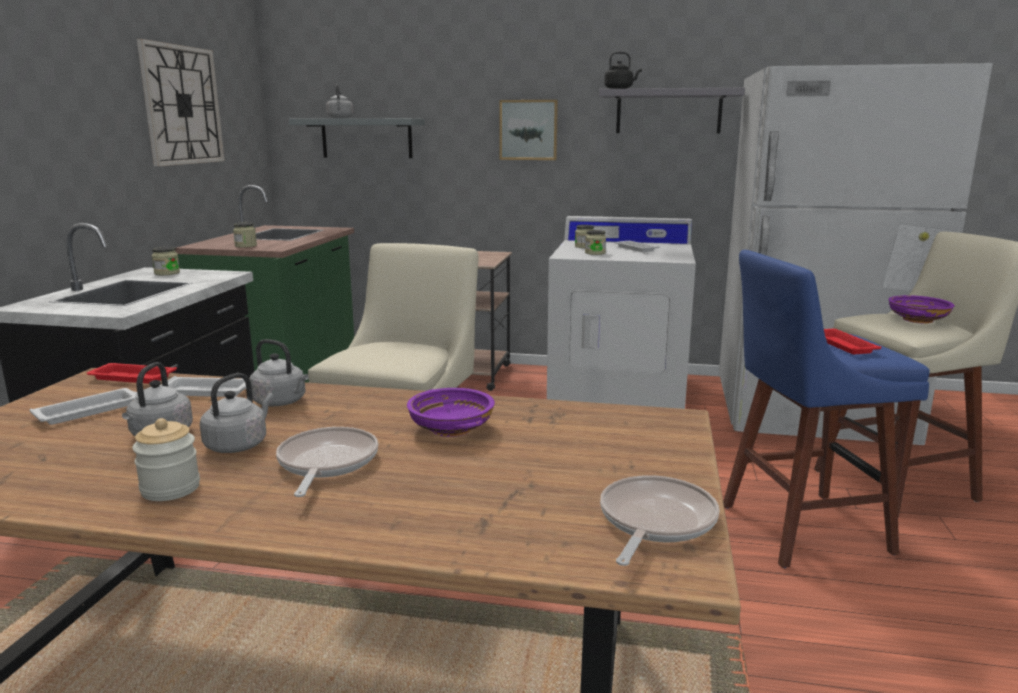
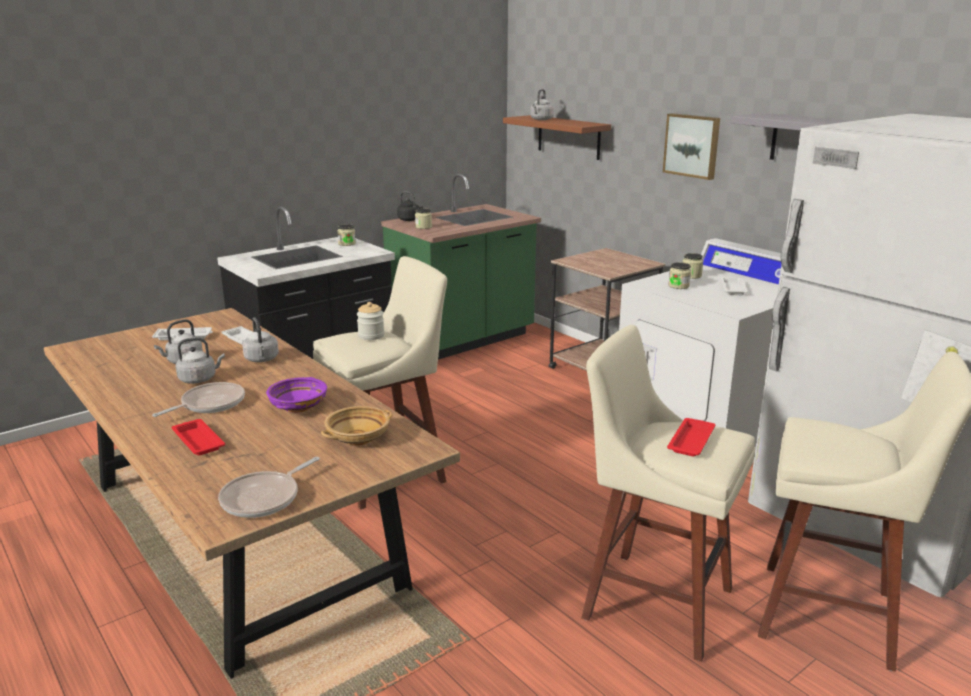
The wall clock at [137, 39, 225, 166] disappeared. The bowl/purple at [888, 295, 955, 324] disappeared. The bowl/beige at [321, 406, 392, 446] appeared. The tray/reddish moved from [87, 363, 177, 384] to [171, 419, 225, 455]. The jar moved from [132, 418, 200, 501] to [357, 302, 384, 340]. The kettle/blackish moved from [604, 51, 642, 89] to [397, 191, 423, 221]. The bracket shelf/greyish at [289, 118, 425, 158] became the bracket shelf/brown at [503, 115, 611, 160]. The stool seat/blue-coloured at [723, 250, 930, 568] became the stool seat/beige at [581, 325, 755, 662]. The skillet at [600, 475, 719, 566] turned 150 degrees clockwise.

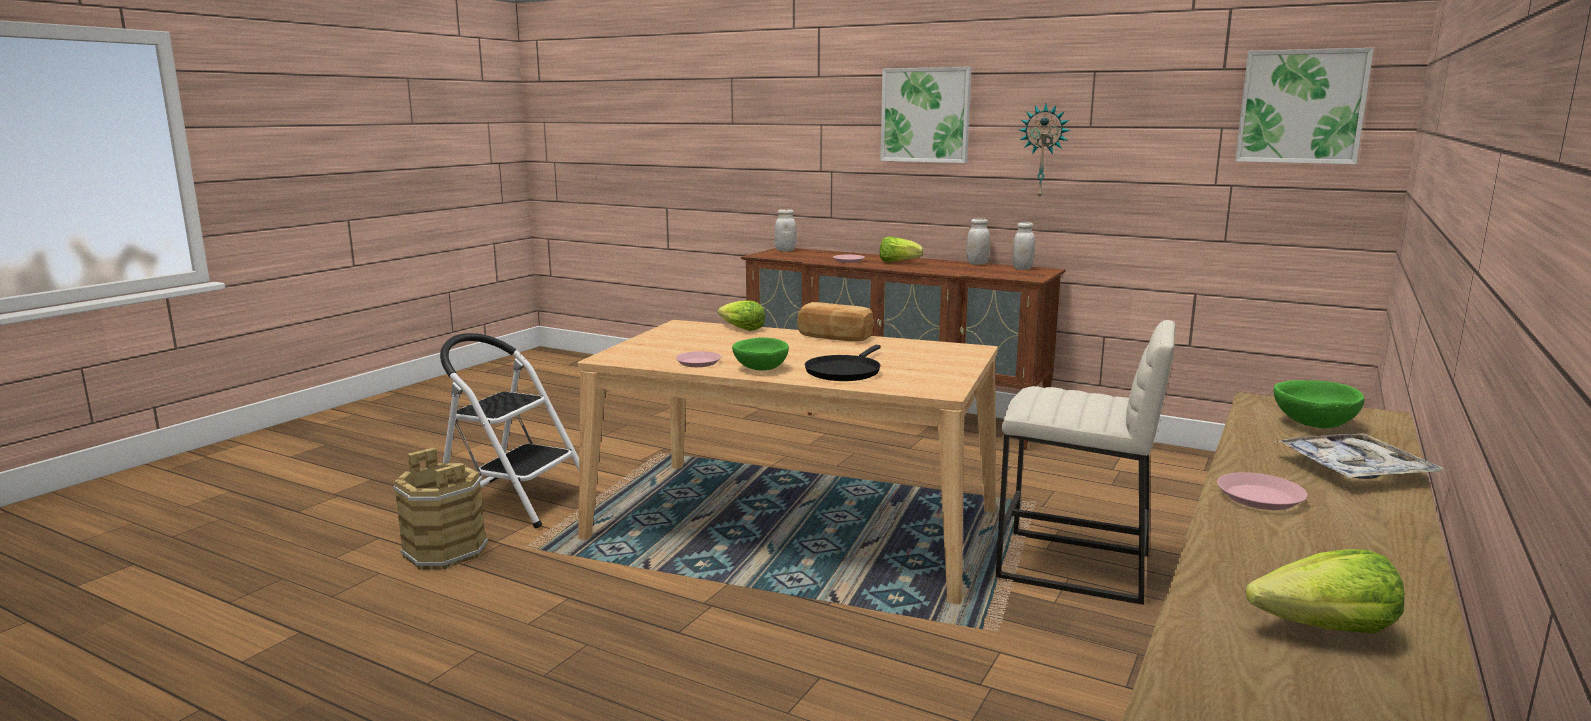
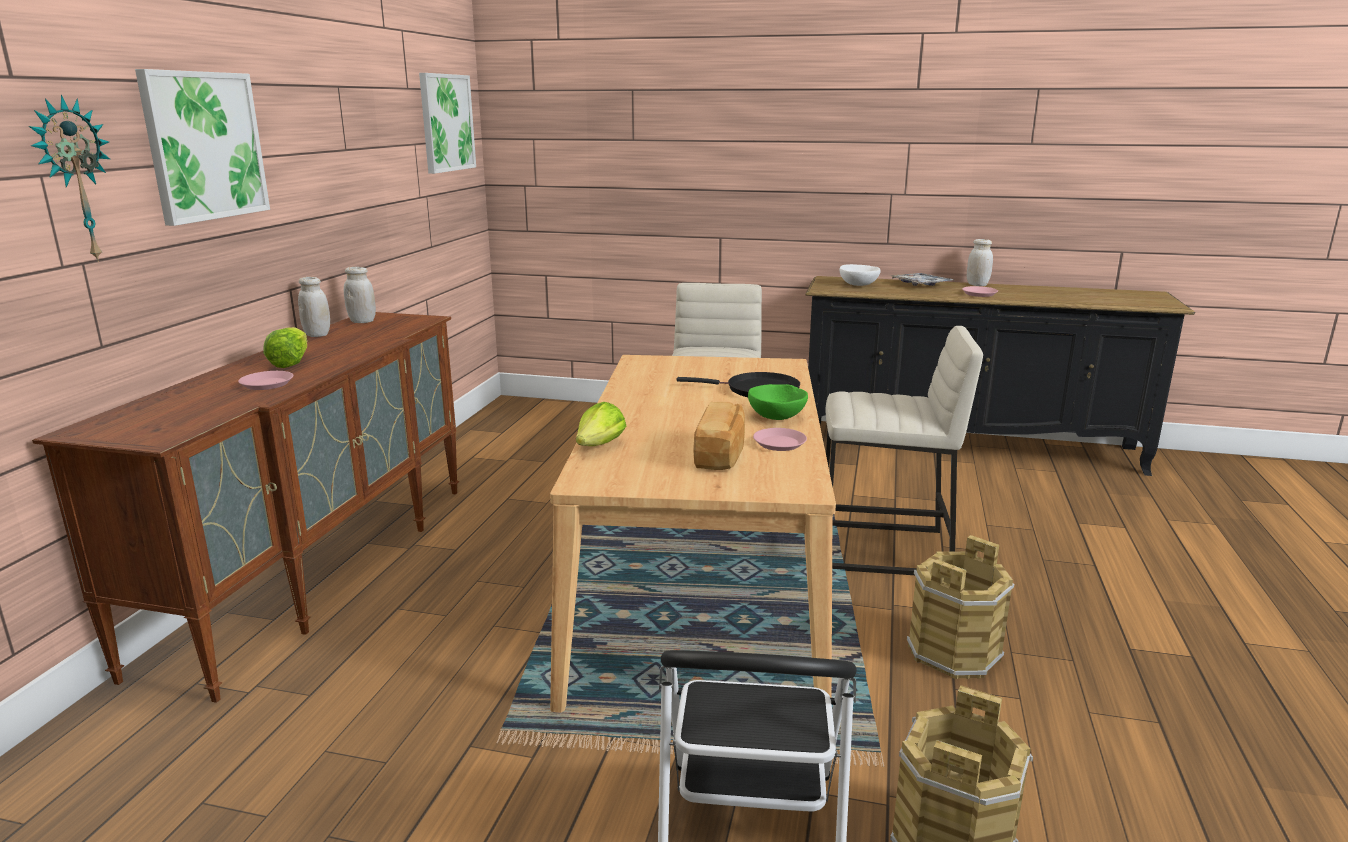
The lettuce at [1246, 549, 1404, 633] disappeared. The stool seat/beige at [825, 326, 983, 575] appeared. The bucket/brown at [907, 535, 1014, 679] appeared. The jar/white moved from [774, 209, 797, 252] to [967, 239, 993, 286]. The bakery bread moved from [797, 302, 874, 341] to [693, 402, 745, 470]. The wall clock moved from [1019, 104, 1071, 199] to [29, 95, 110, 262]. The bowl/green-coloured at [1274, 380, 1364, 428] became the bowl/white at [840, 264, 881, 286].

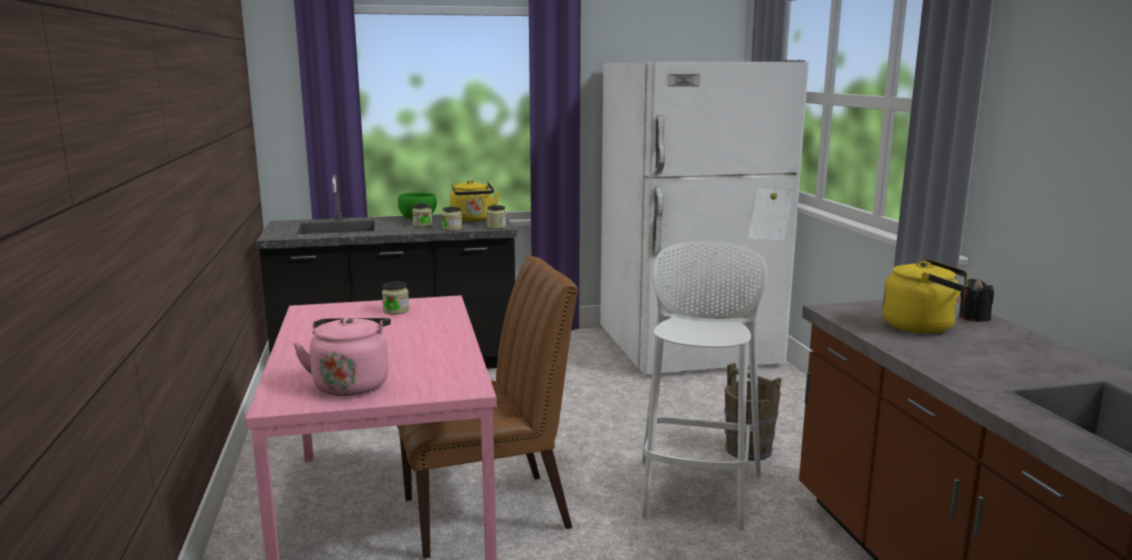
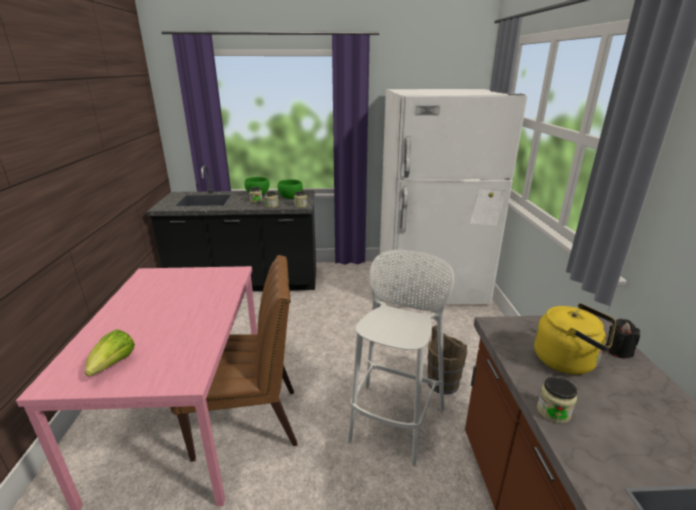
The jar moved from [382, 282, 409, 314] to [537, 377, 577, 424]. The kettle/pink-coloured at [293, 317, 391, 396] was replaced by the lettuce at [85, 329, 135, 376]. The kettle/yellow-coloured at [450, 180, 499, 222] was replaced by the bowl/green-coloured at [278, 179, 303, 199].

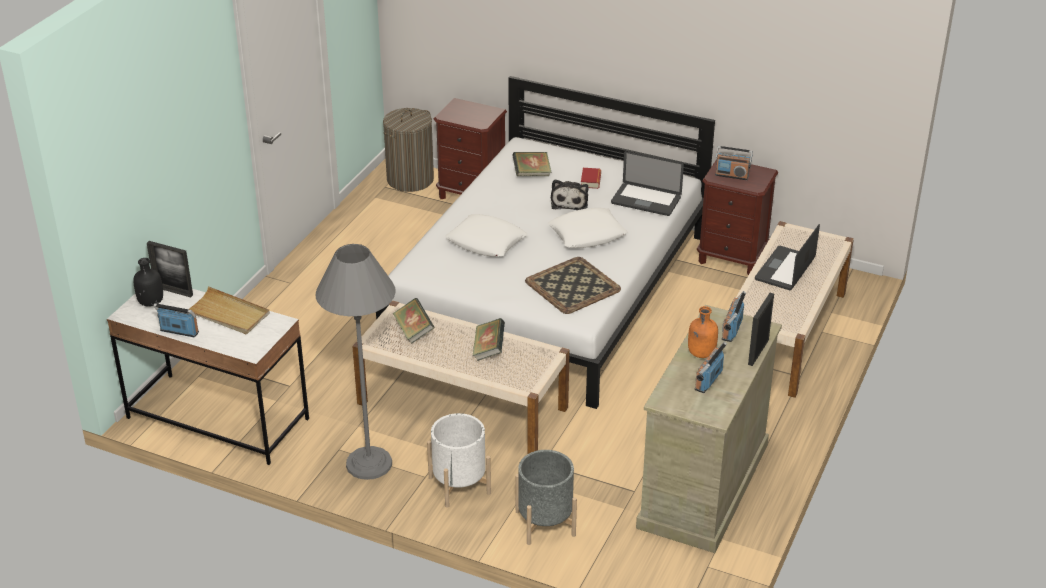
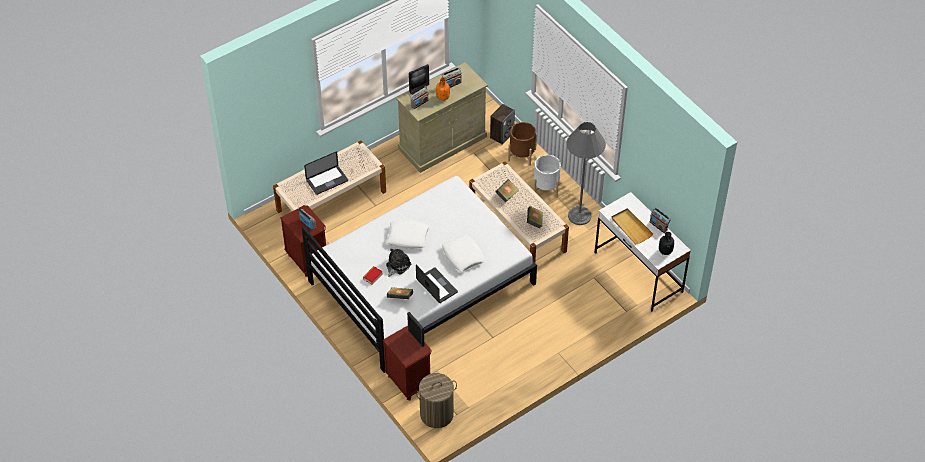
The tray at [525, 257, 621, 314] disappeared. The speaker at [490, 104, 515, 145] appeared. The standing frame moved from [147, 241, 193, 297] to [407, 312, 424, 347]. The laptop moved from [611, 151, 684, 216] to [416, 265, 458, 303]. The plant pot/greyish at [515, 450, 577, 545] became the plant pot/brown at [508, 122, 537, 166].

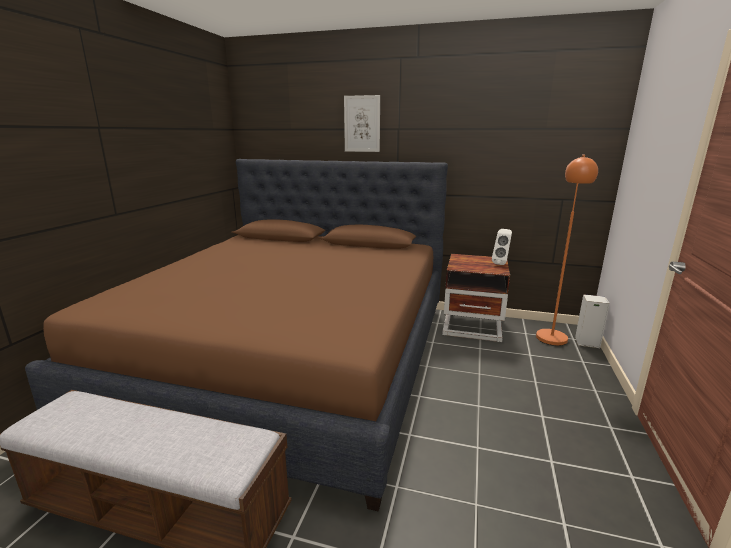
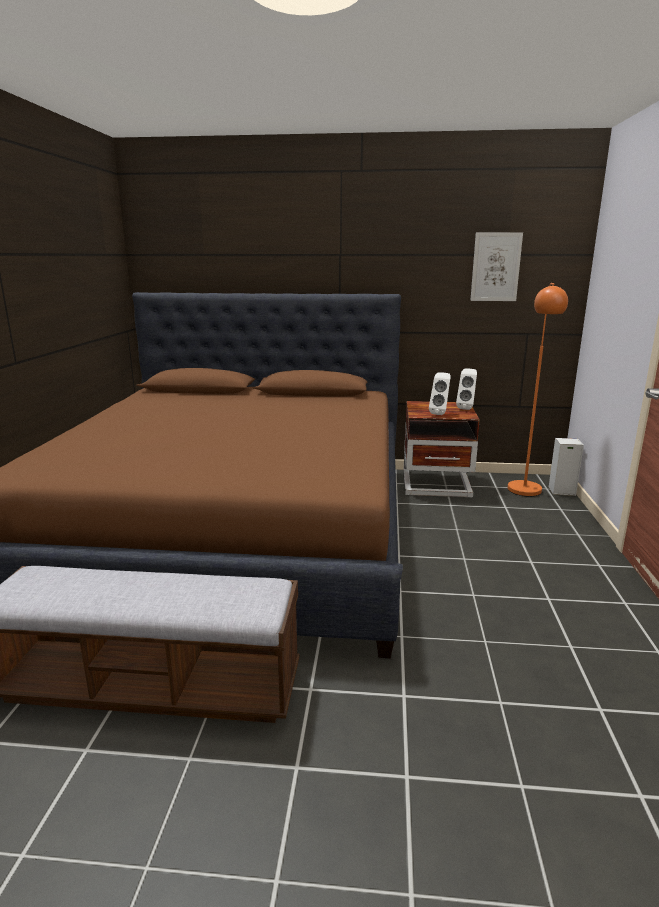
The speaker/white at [429, 372, 451, 415] appeared. The picture moved from [344, 95, 380, 152] to [470, 232, 523, 301].

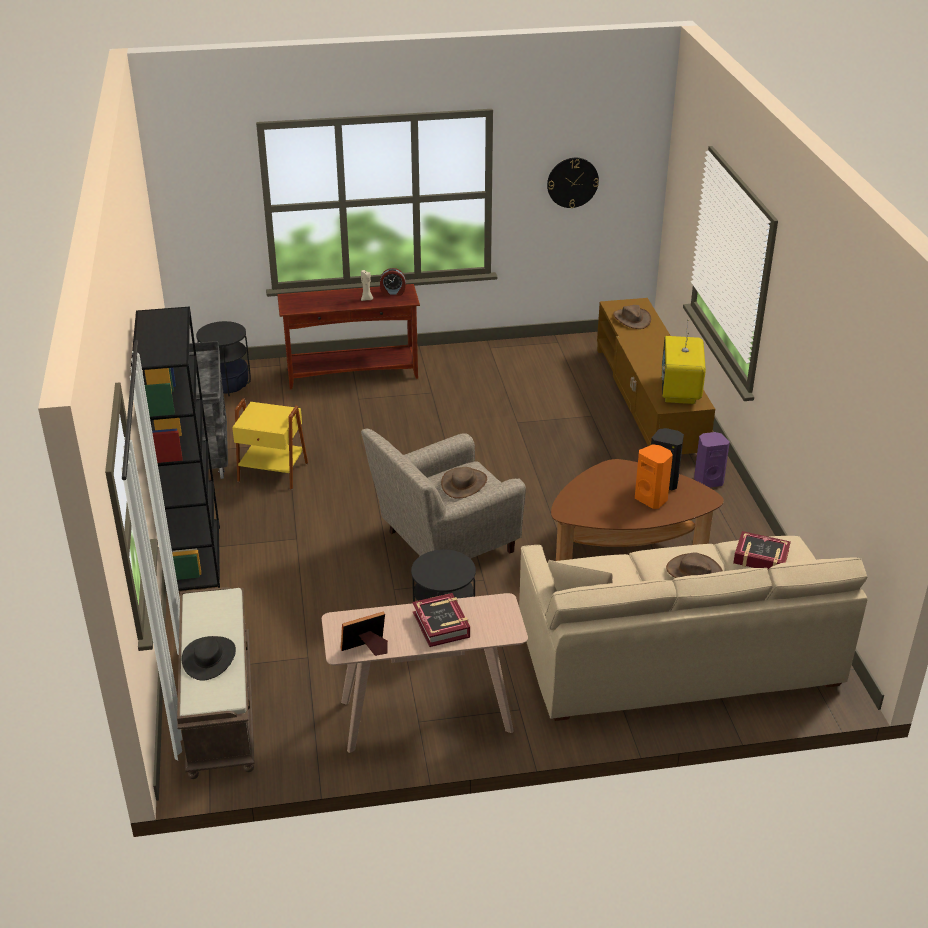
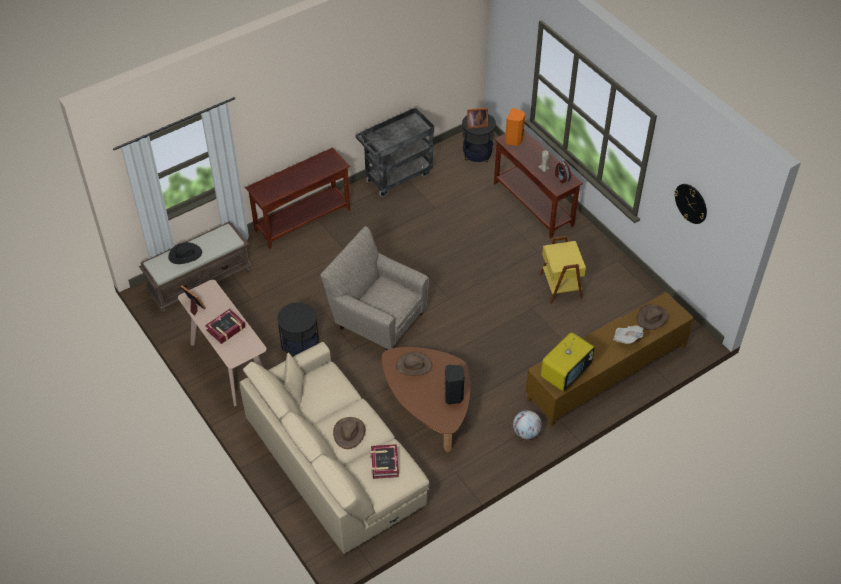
The standing frame at [467, 108, 488, 129] appeared. The newspaper at [613, 325, 644, 344] appeared. The accent table/yellow-coloured moved from [232, 399, 308, 490] to [540, 236, 586, 304]. The hat/brown moved from [441, 467, 487, 499] to [396, 351, 432, 376]. The speaker/orangey moved from [635, 444, 673, 509] to [505, 108, 525, 146]. The bookshelf/blackish at [131, 307, 220, 591] was replaced by the console table/brown at [245, 147, 350, 249]. The speaker/purple at [694, 432, 730, 488] was replaced by the world globe at [513, 410, 542, 439]. The TV set at [661, 319, 706, 404] turned 150 degrees clockwise.

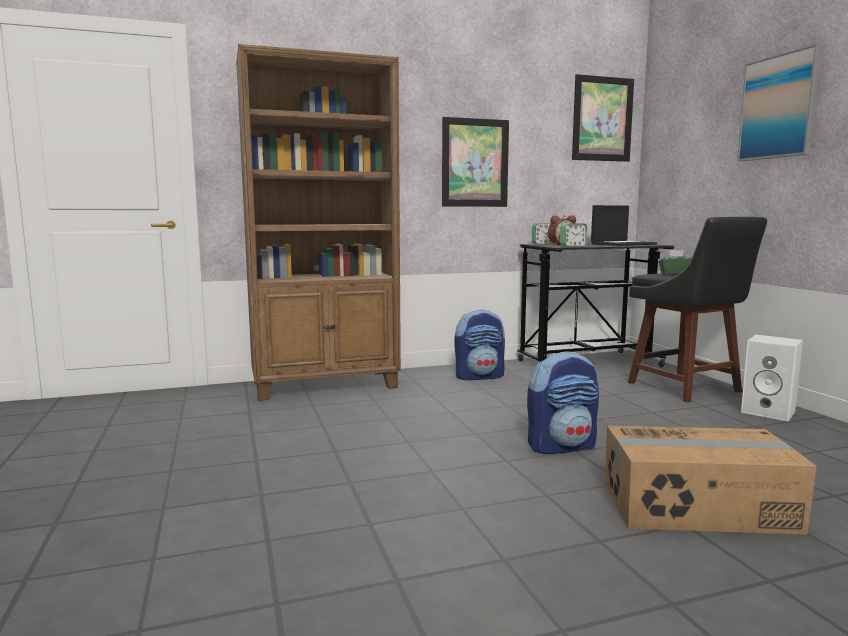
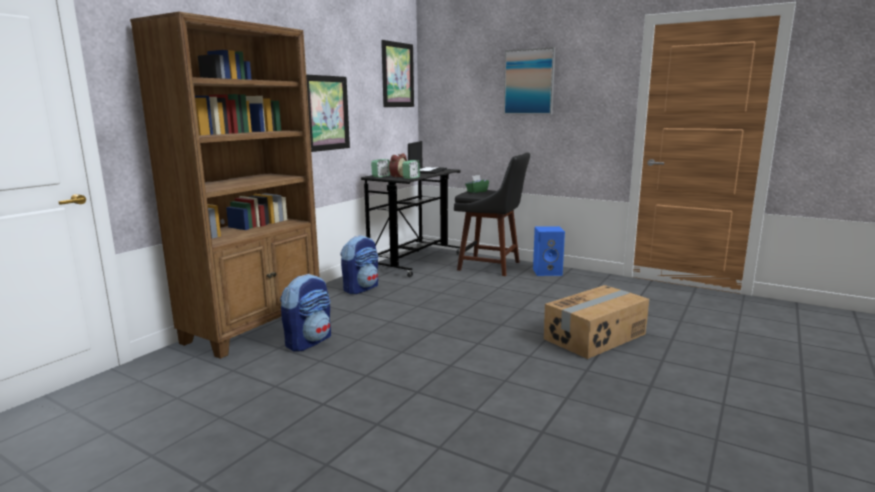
The rucksack moved from [527, 352, 599, 454] to [280, 274, 331, 352]. The speaker/white at [741, 335, 803, 421] became the speaker/blue-coloured at [533, 226, 565, 276].

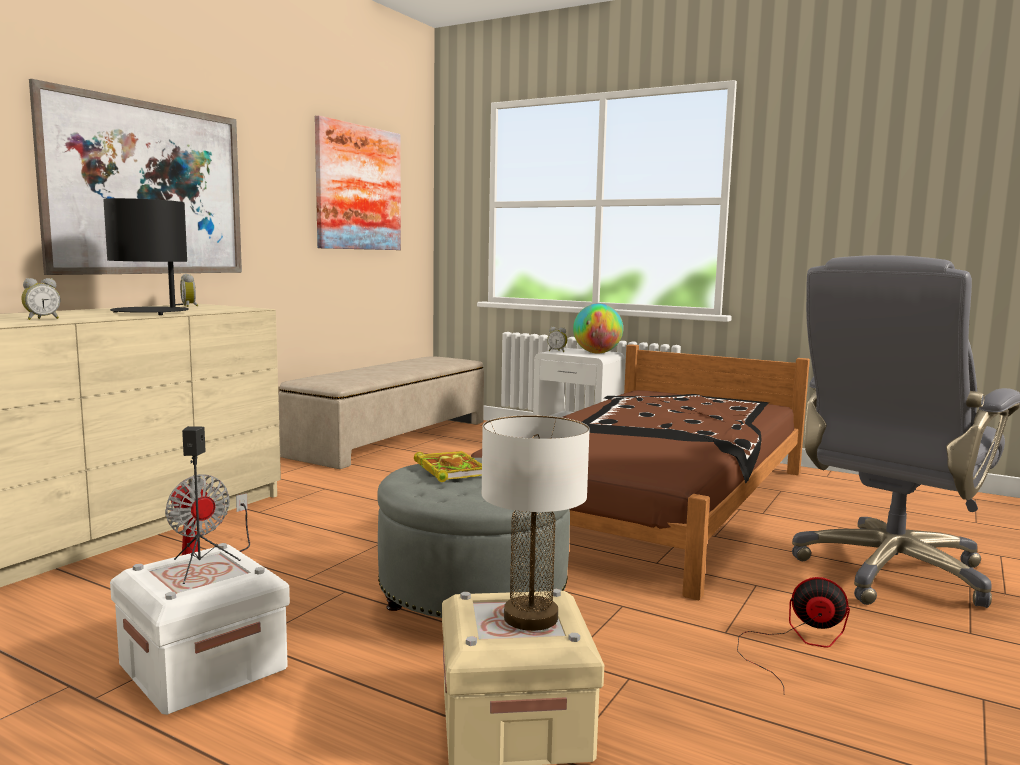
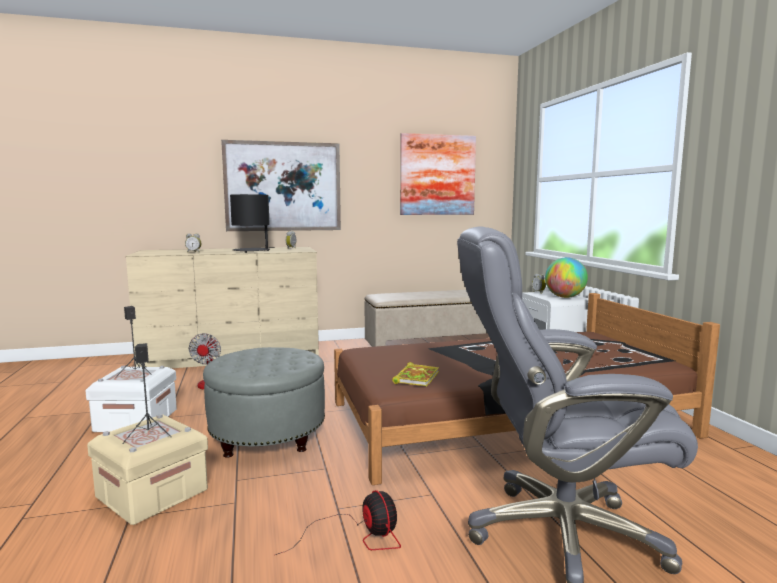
The volume moved from [414, 451, 482, 482] to [392, 362, 439, 386]. The table lamp at [482, 415, 590, 631] was replaced by the speaker/blackish at [122, 343, 172, 444].

